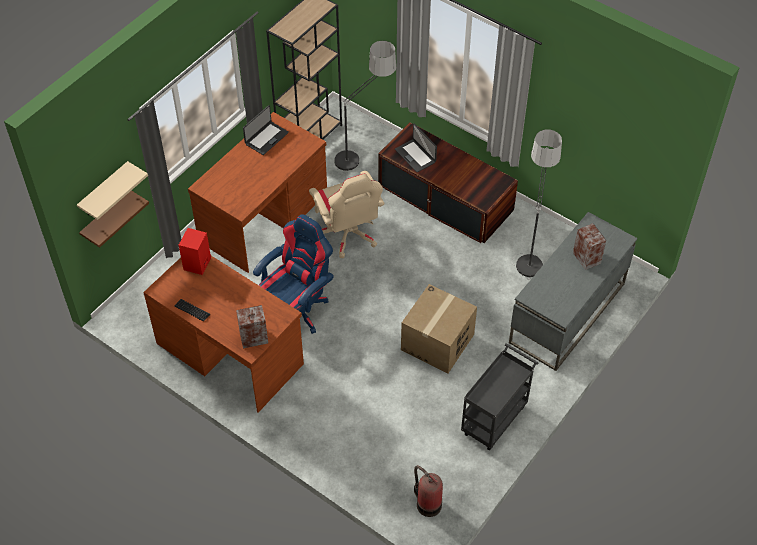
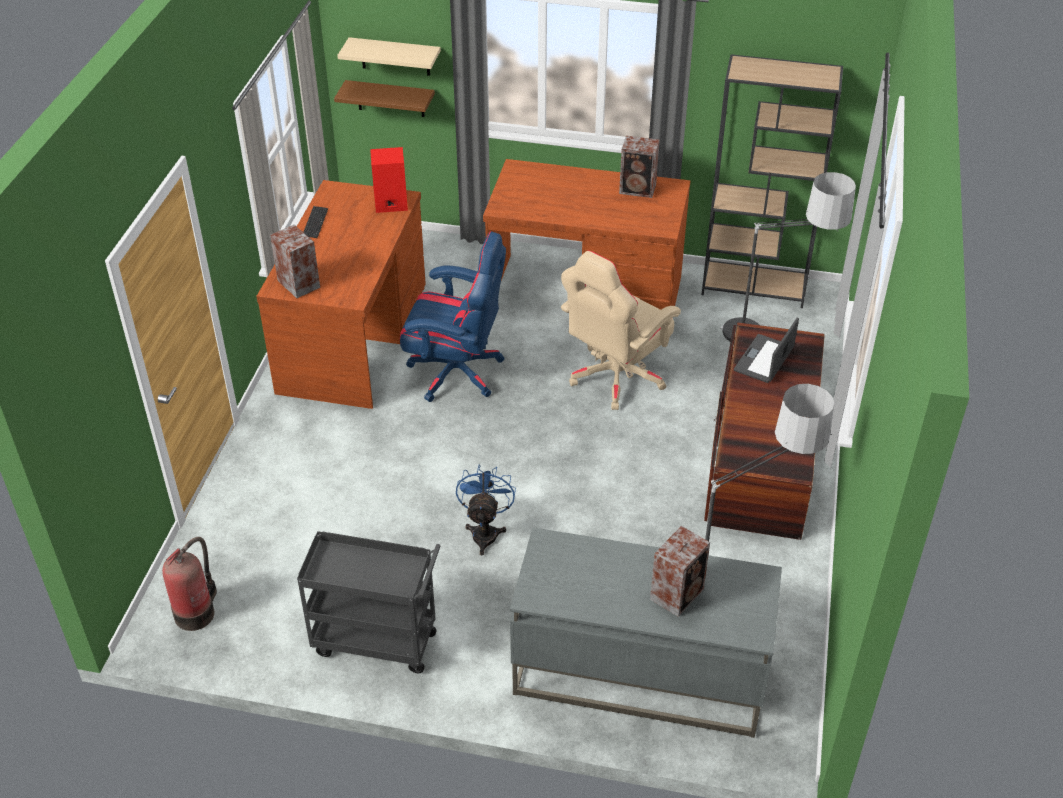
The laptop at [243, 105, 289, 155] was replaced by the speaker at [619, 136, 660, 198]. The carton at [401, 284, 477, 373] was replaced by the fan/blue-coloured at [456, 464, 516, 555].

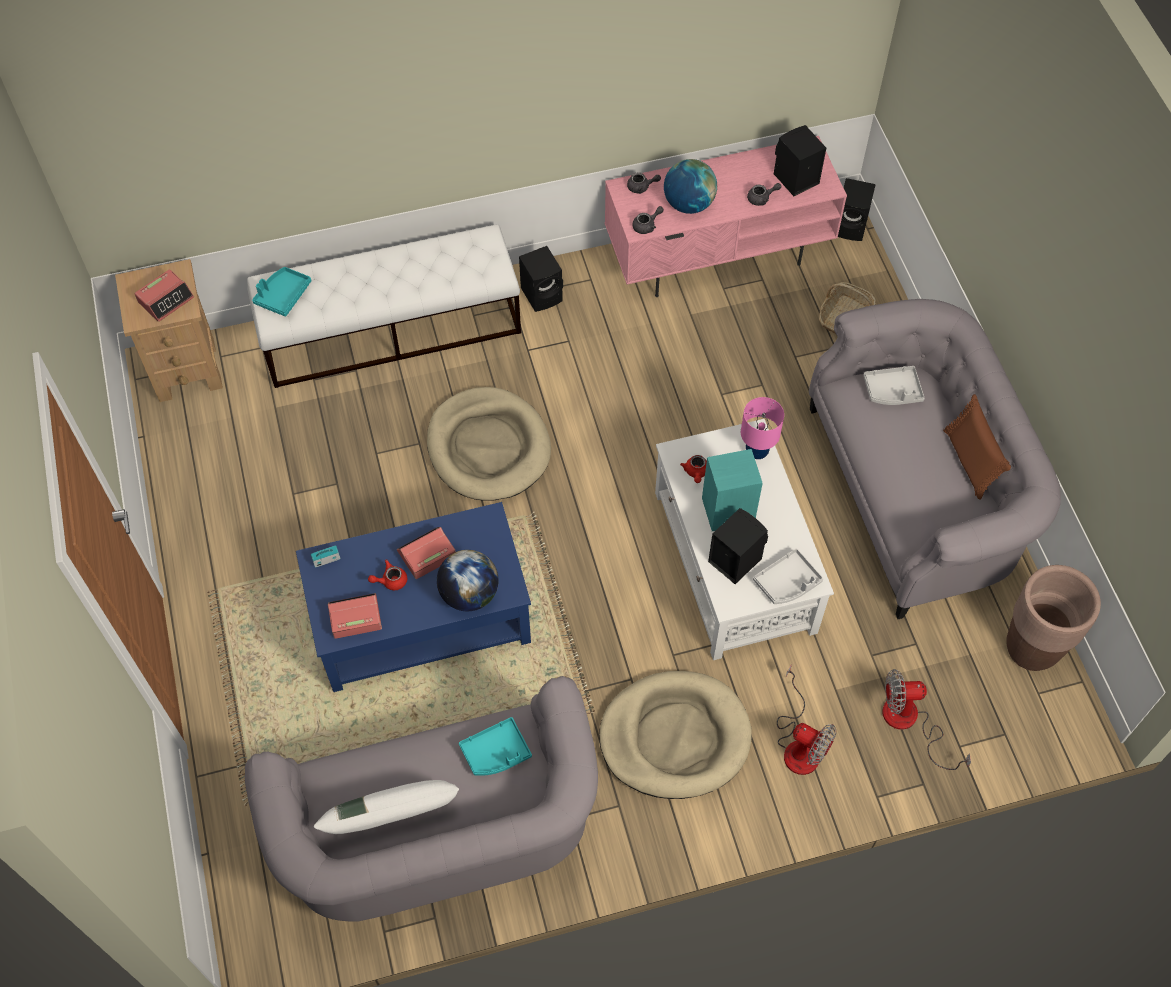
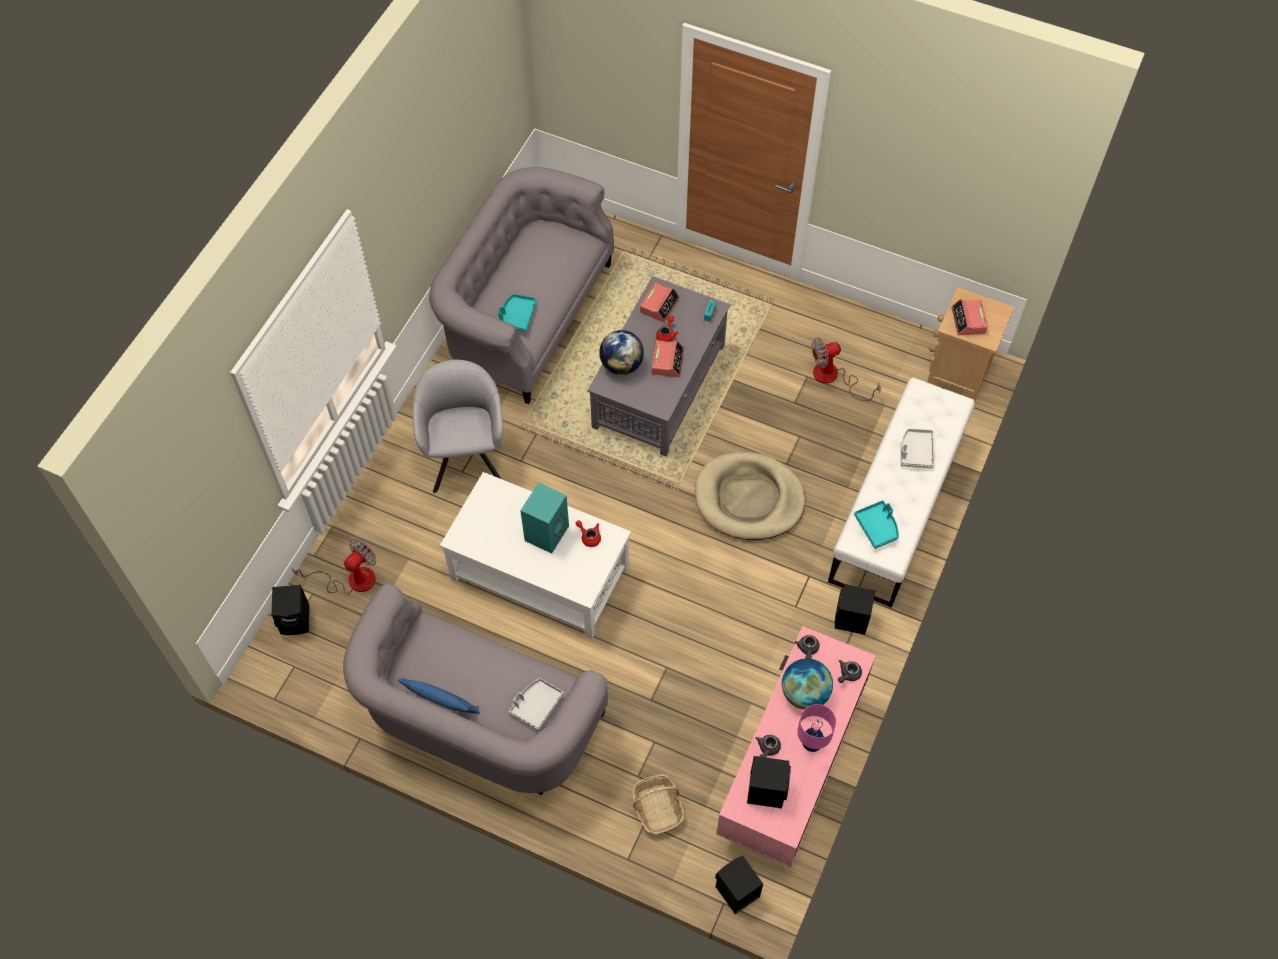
The throw pillow/white at [314, 780, 459, 834] disappeared. The plant pot/brown at [1006, 565, 1101, 671] disappeared. The tray/turquoise-coloured moved from [252, 267, 311, 316] to [854, 500, 899, 549]. The speaker/blackish moved from [708, 508, 768, 584] to [271, 585, 309, 635]. The table lamp/pink-coloured moved from [741, 397, 784, 459] to [797, 704, 836, 752]. The tray/greyish moved from [753, 548, 824, 604] to [901, 428, 934, 468]. The fan moved from [777, 664, 836, 775] to [811, 337, 881, 401]. The dog cushion/beige at [599, 671, 752, 799] was replaced by the armchair/greyish at [413, 360, 504, 493]. The coffee table/blue-coloured at [296, 502, 531, 692] became the coffee table/greyish at [587, 276, 730, 457]. The throw pillow/brown at [943, 394, 1011, 500] became the throw pillow/blue-coloured at [398, 678, 480, 714].

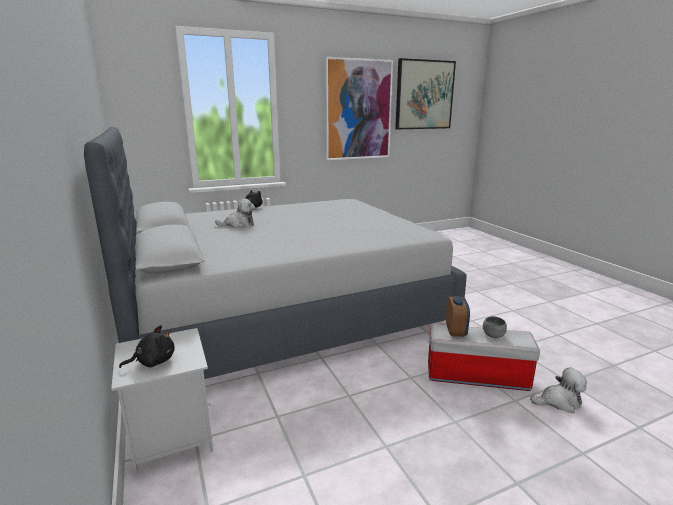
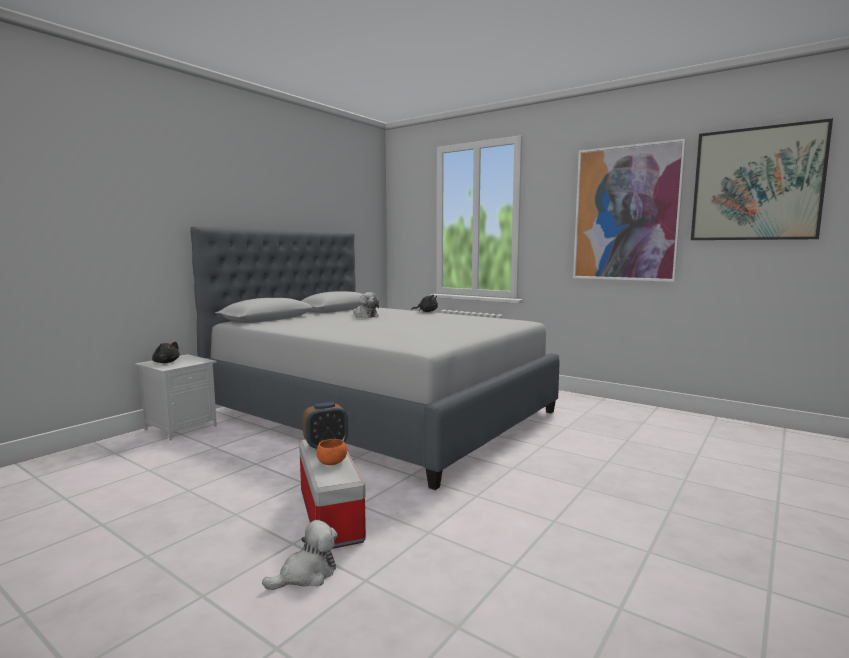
The bowl/greyish at [483, 316, 507, 338] became the bowl/orangey at [316, 439, 347, 465]. The soft toy at [530, 368, 587, 413] turned 90 degrees counterclockwise.

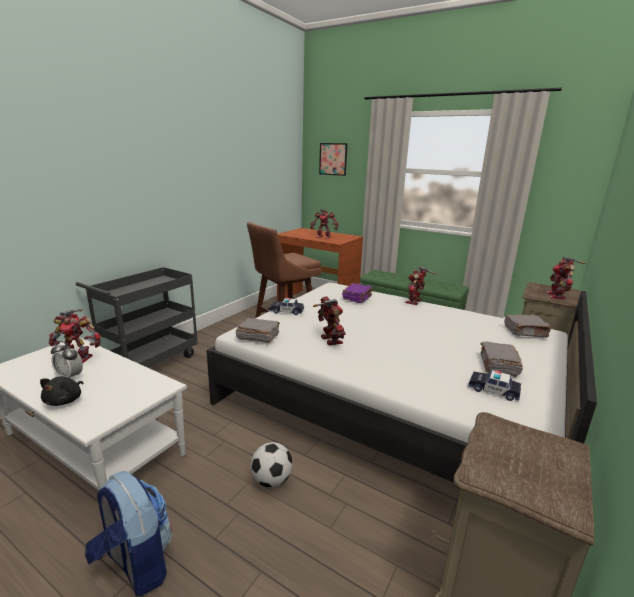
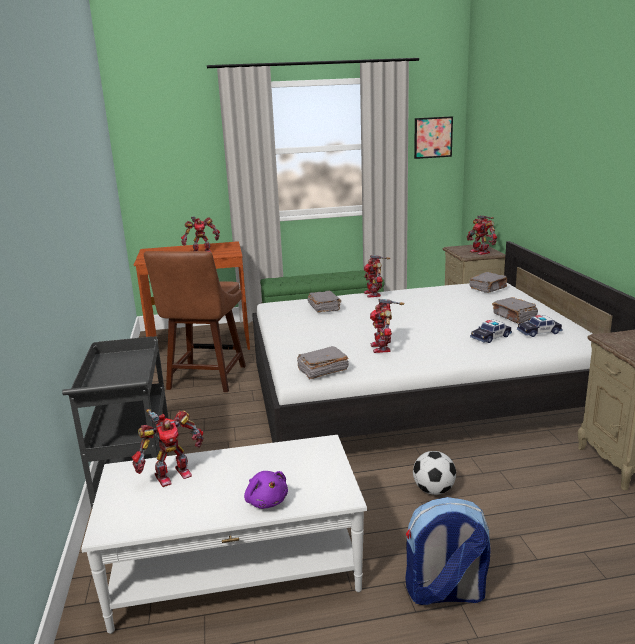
The bedside clock at [51, 341, 83, 379] disappeared. The miniature car moved from [270, 298, 304, 315] to [470, 320, 512, 343]. The picture moved from [319, 143, 348, 176] to [414, 116, 453, 159]. The soft toy/blackish at [40, 376, 83, 406] became the soft toy/purple at [244, 471, 288, 509]. The volume/purple at [342, 283, 372, 303] became the volume/greyish at [307, 291, 341, 313]. The toy robot at [313, 296, 346, 345] turned 120 degrees counterclockwise.

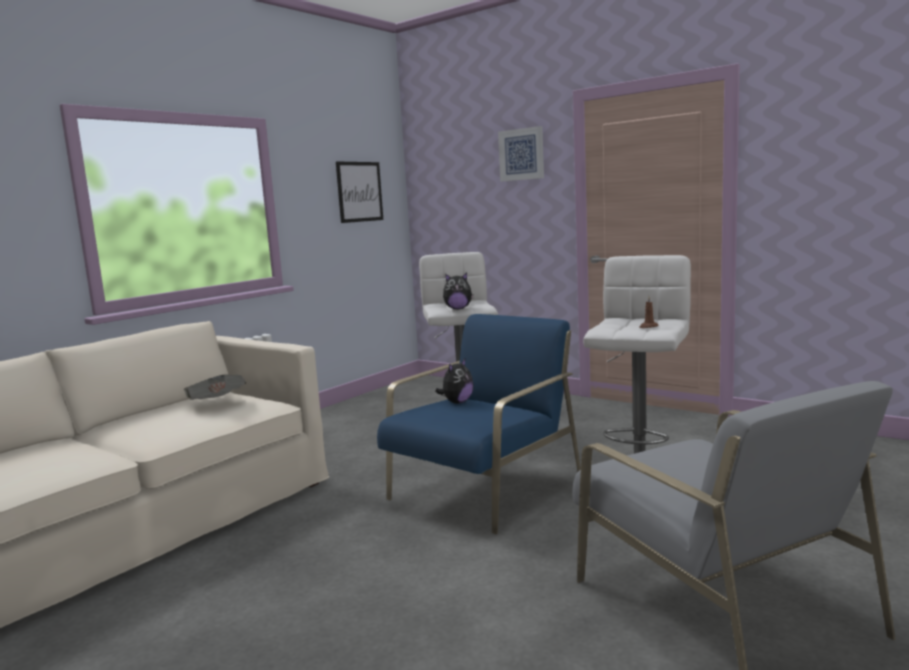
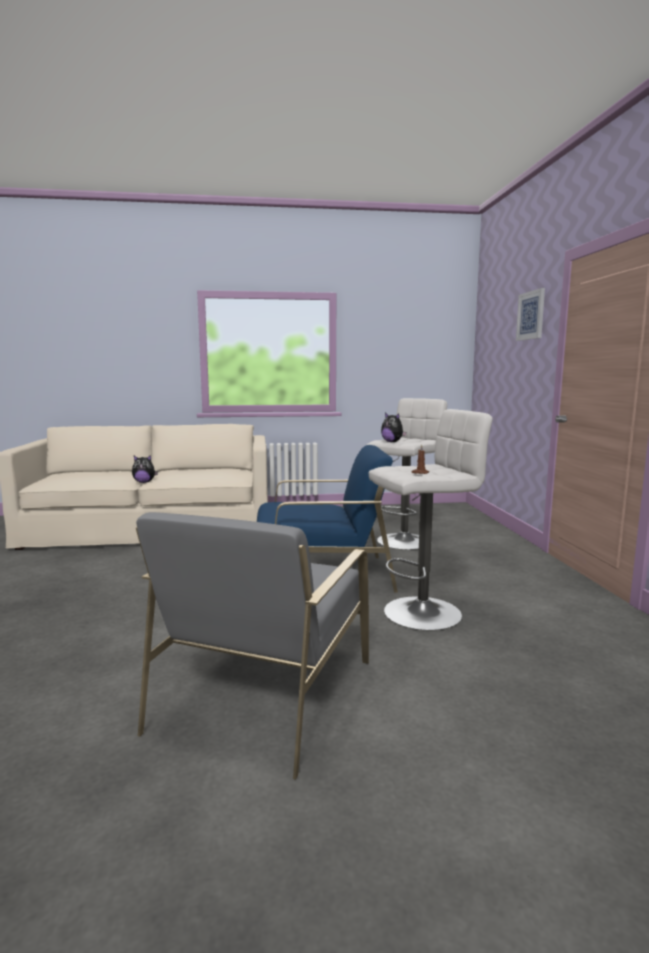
The newspaper at [184, 374, 247, 400] disappeared. The picture at [336, 162, 383, 223] disappeared. The soft toy moved from [435, 359, 474, 404] to [132, 455, 158, 483].

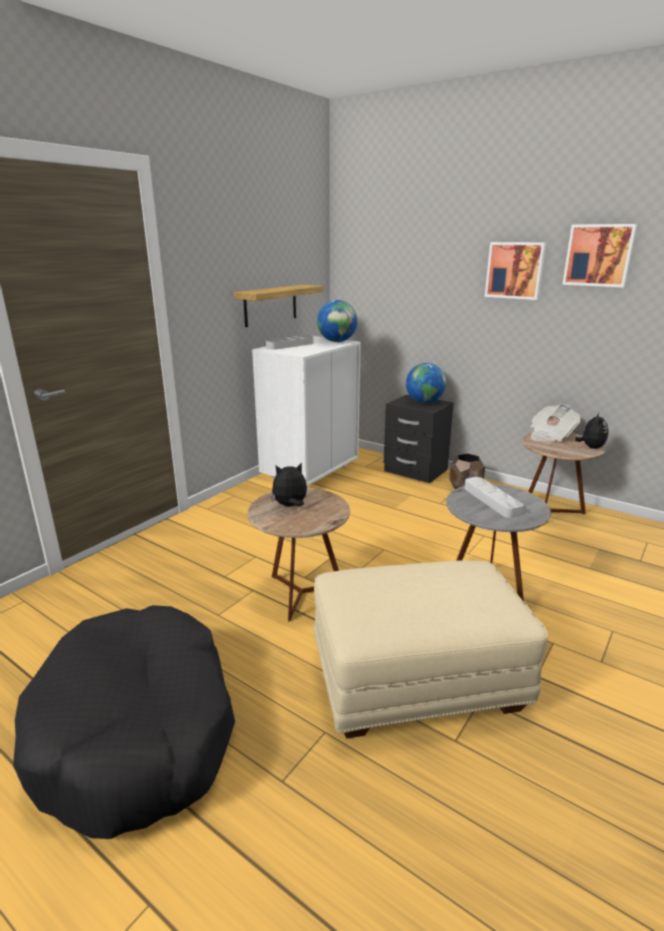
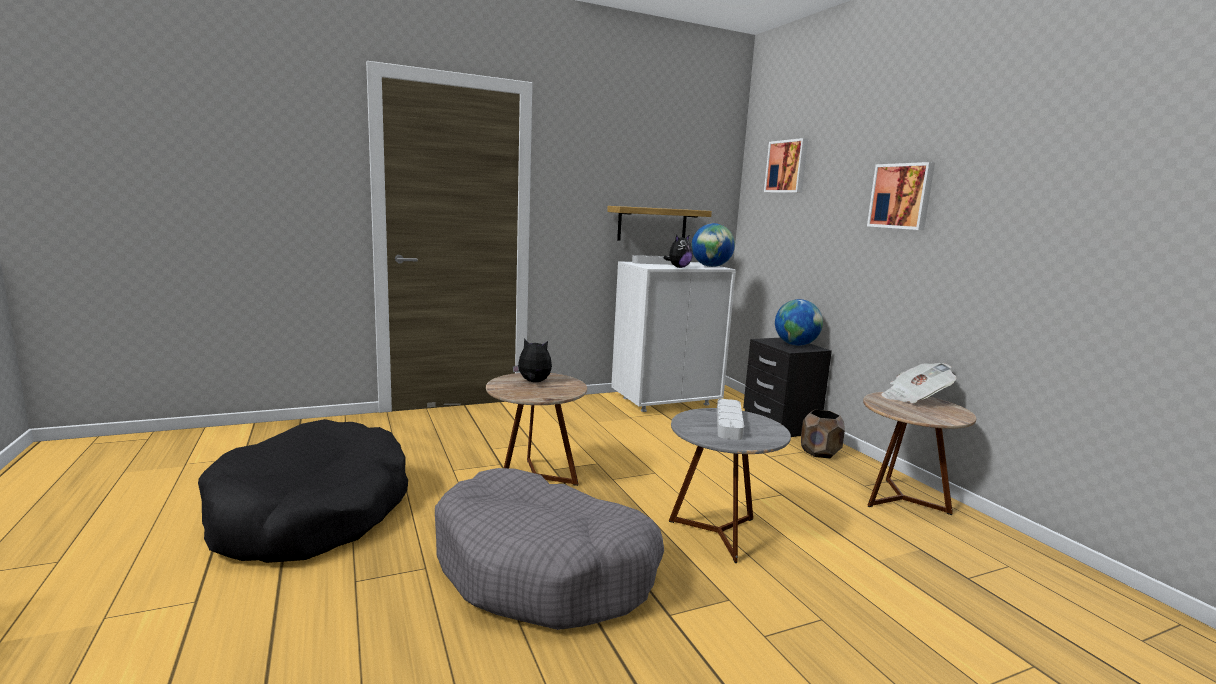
The picture moved from [562, 224, 637, 287] to [764, 138, 808, 193]. The soft toy moved from [575, 412, 609, 449] to [664, 235, 693, 268]. The footrest/beige at [314, 560, 548, 738] was replaced by the dog cushion/greyish at [435, 468, 664, 630].

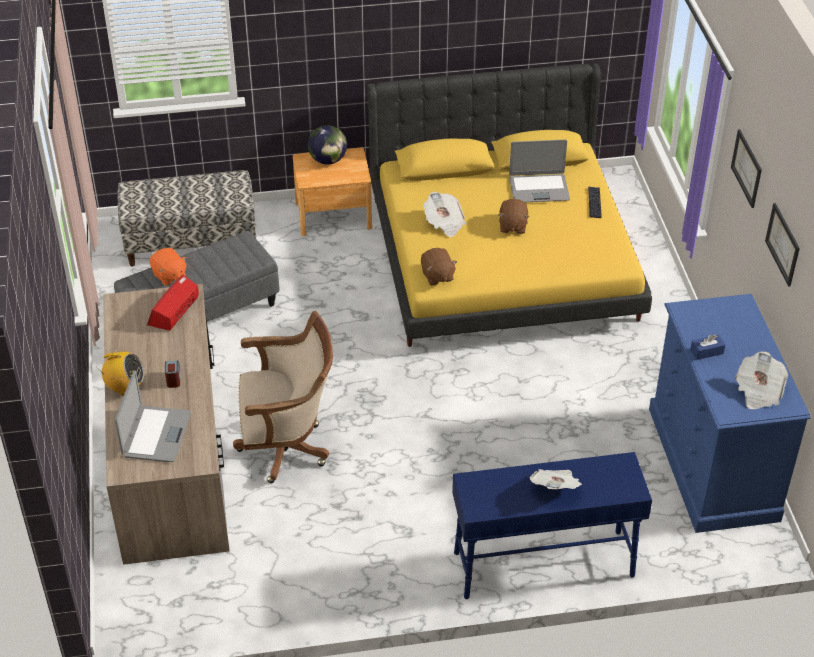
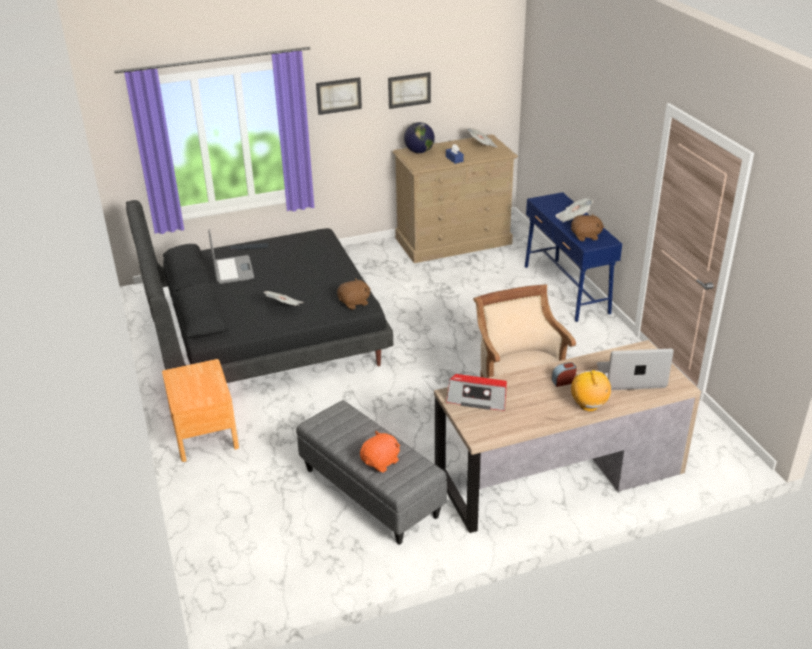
The bench at [118, 170, 256, 267] disappeared. The world globe moved from [308, 125, 347, 165] to [404, 122, 435, 153]. The soft toy/brown moved from [498, 199, 530, 234] to [571, 214, 604, 241]. The bedroom bed/yellow-coloured at [368, 63, 652, 347] became the bedroom bed/blackish at [126, 200, 393, 383]. The chest of drawers/blue-coloured at [649, 294, 810, 533] became the chest of drawers/beige at [392, 134, 518, 263].

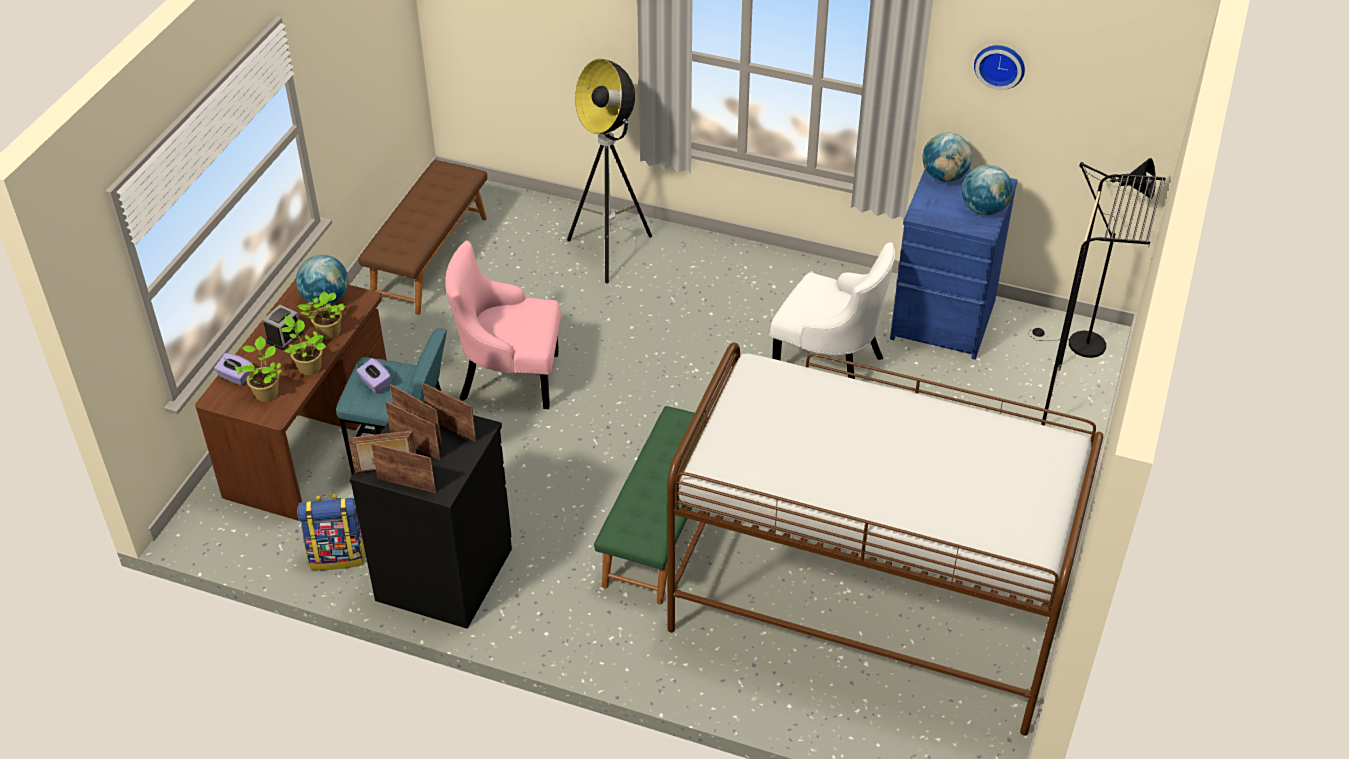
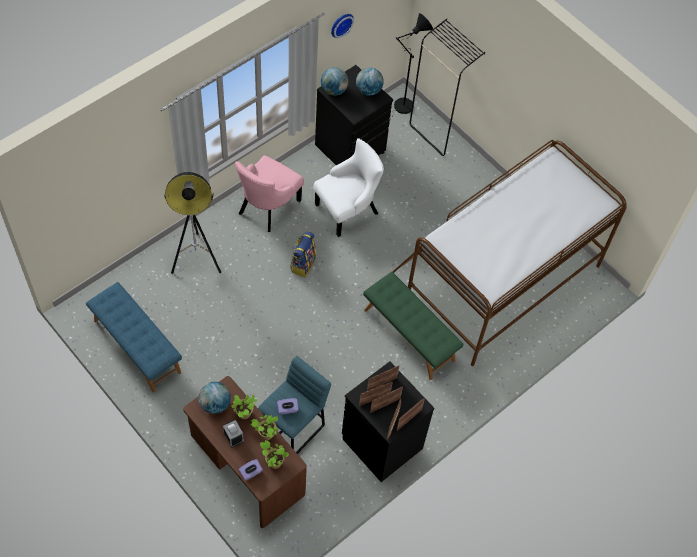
The rucksack moved from [297, 494, 365, 570] to [290, 231, 316, 277]. The plain chair/pink-coloured moved from [445, 240, 561, 409] to [235, 156, 304, 232]. The bench/brown at [358, 160, 487, 315] became the bench/blue-coloured at [86, 282, 182, 392]. The chest of drawers/blue-coloured at [890, 169, 1018, 360] became the chest of drawers/blackish at [315, 65, 393, 165].

